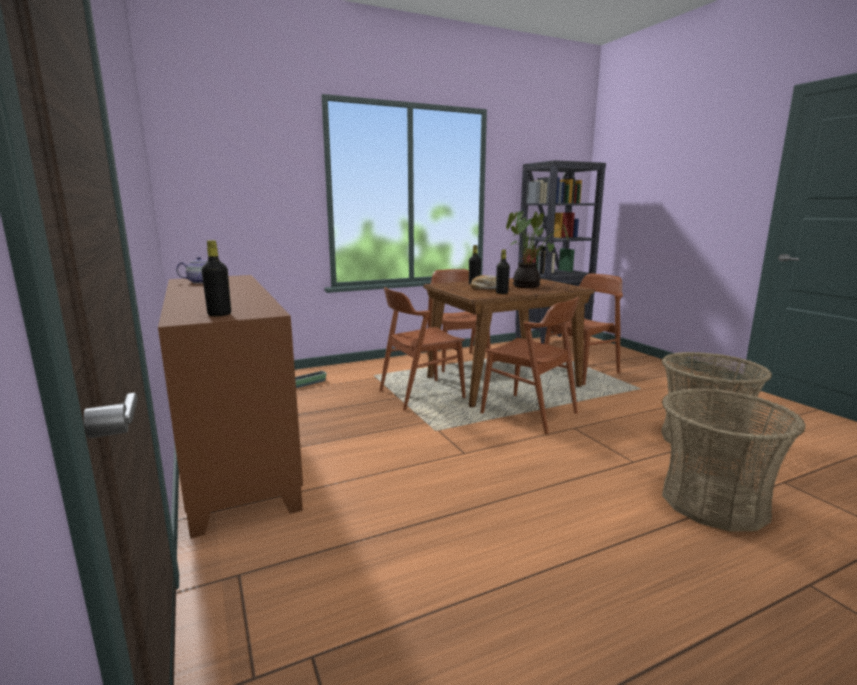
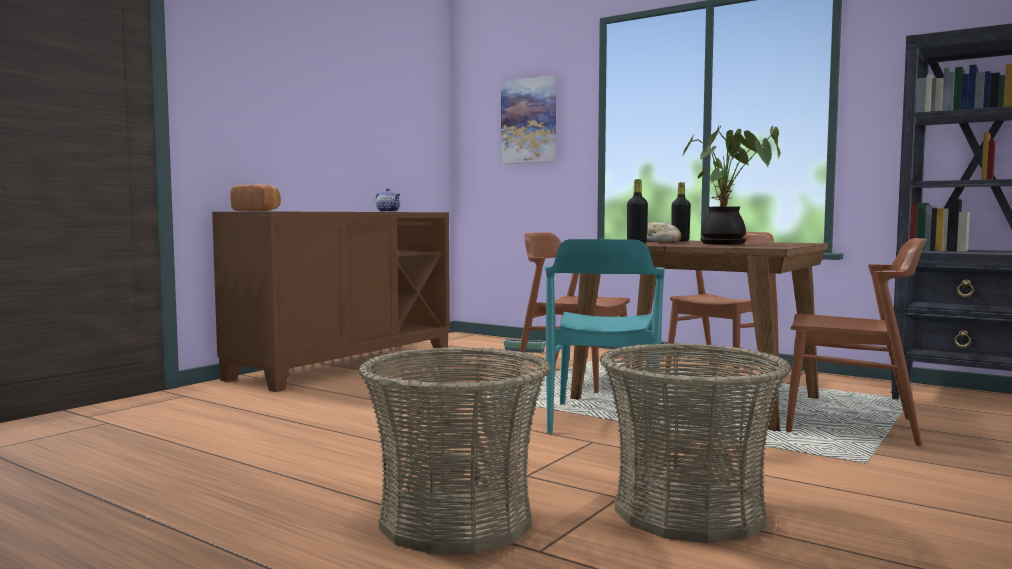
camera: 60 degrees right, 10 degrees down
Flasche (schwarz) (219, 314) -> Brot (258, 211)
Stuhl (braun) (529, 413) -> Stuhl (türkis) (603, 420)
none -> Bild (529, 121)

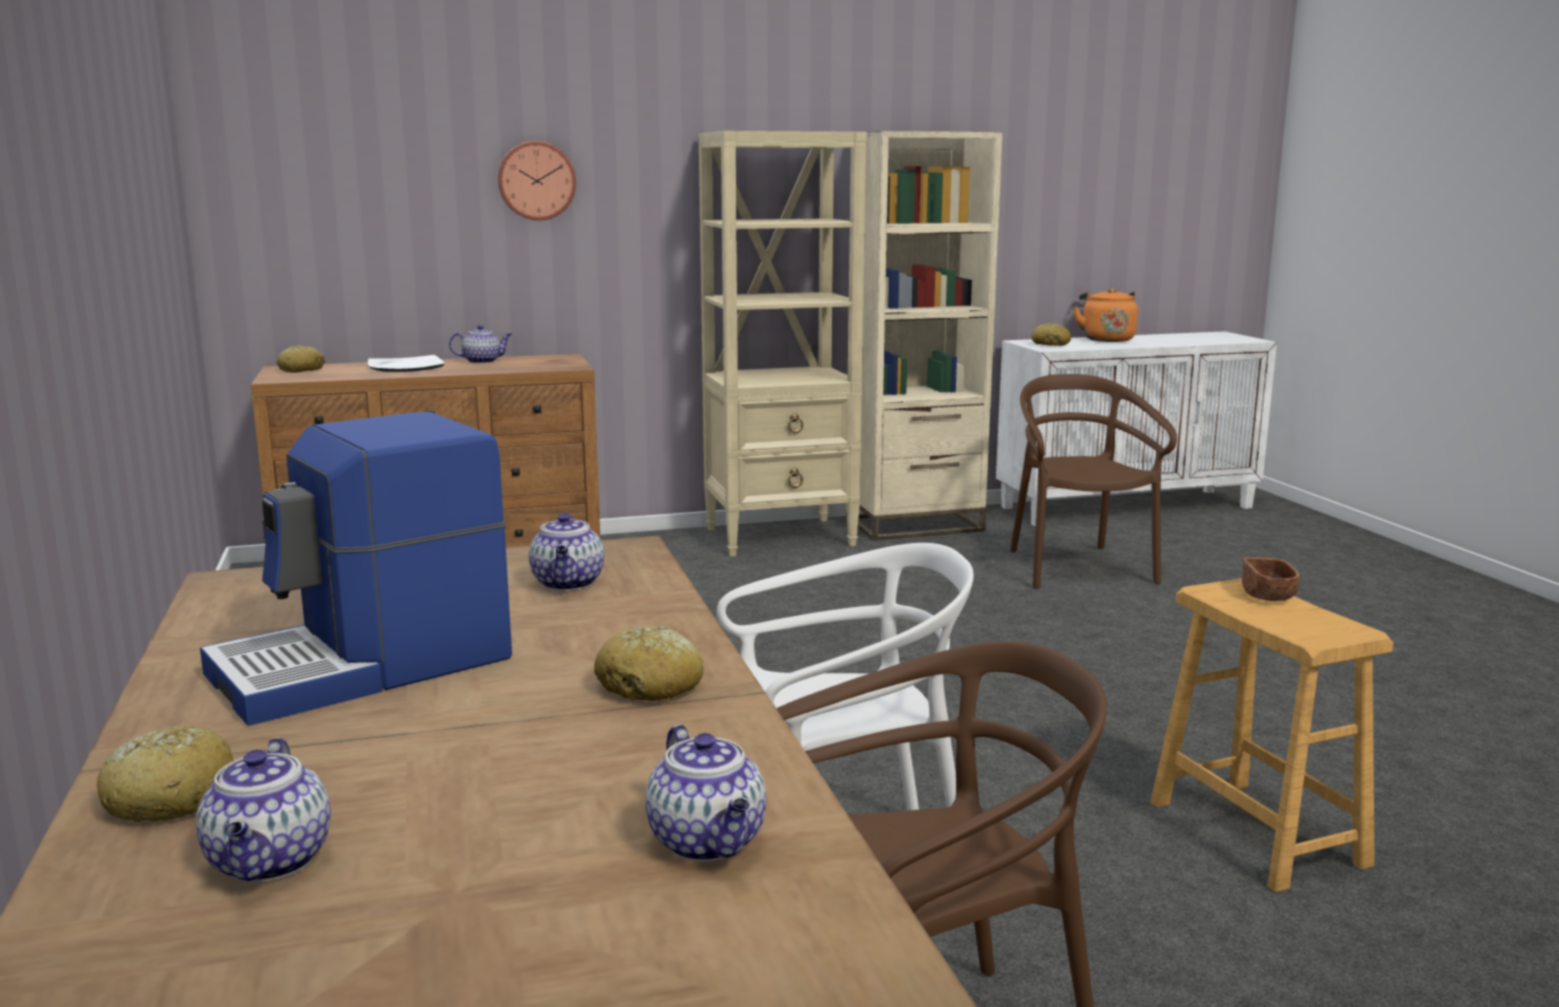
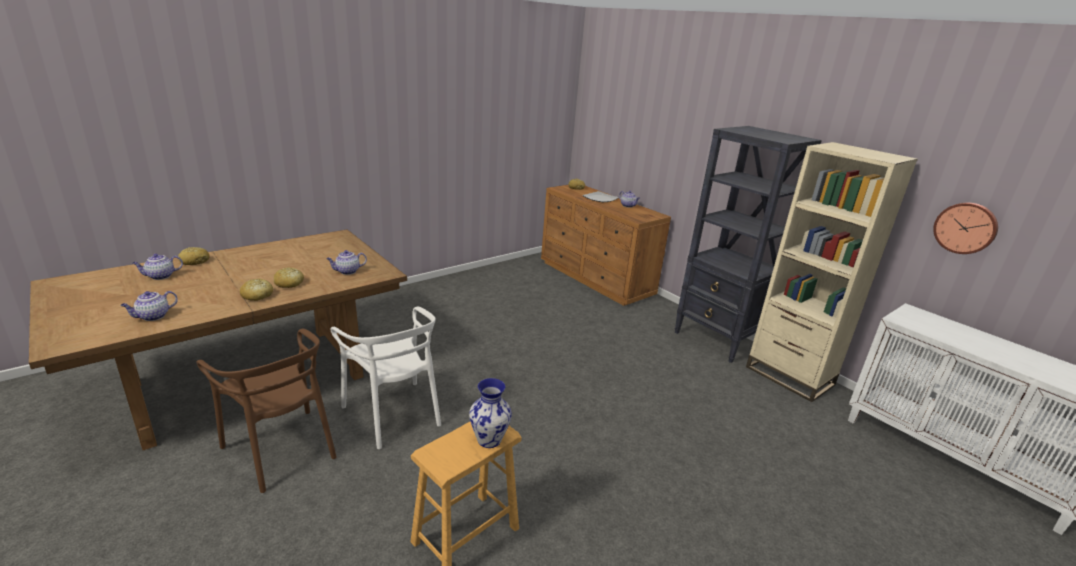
camera: 65 degrees right, 10 degrees up
Kaffeemaschine (365, 667) -> none
Wanduhr (536, 180) -> Wanduhr (965, 228), moved
Bücherregal (beige) (781, 537) -> Bücherregal (schwarz) (717, 340)
Stuhl (braun) (1077, 568) -> none
Brot (1051, 344) -> Brot (289, 283), moved
Wasserkessel (orange) (1106, 339) -> none
Schüssel (braun) (1267, 595) -> Vase (489, 439)

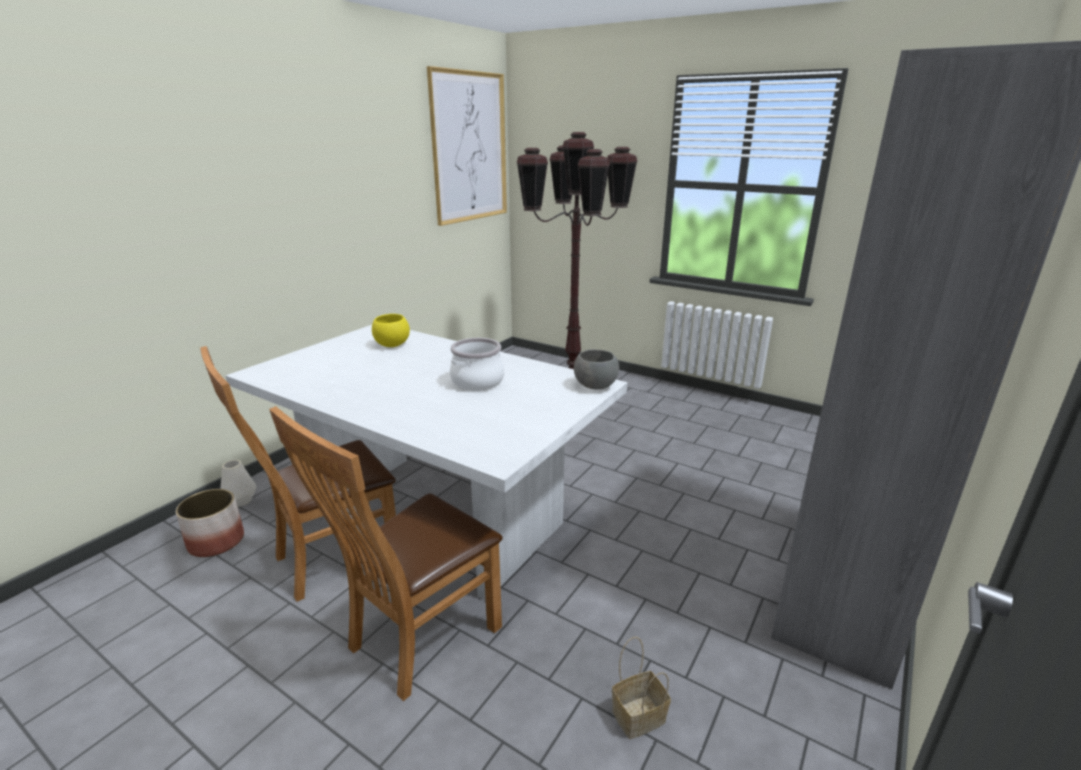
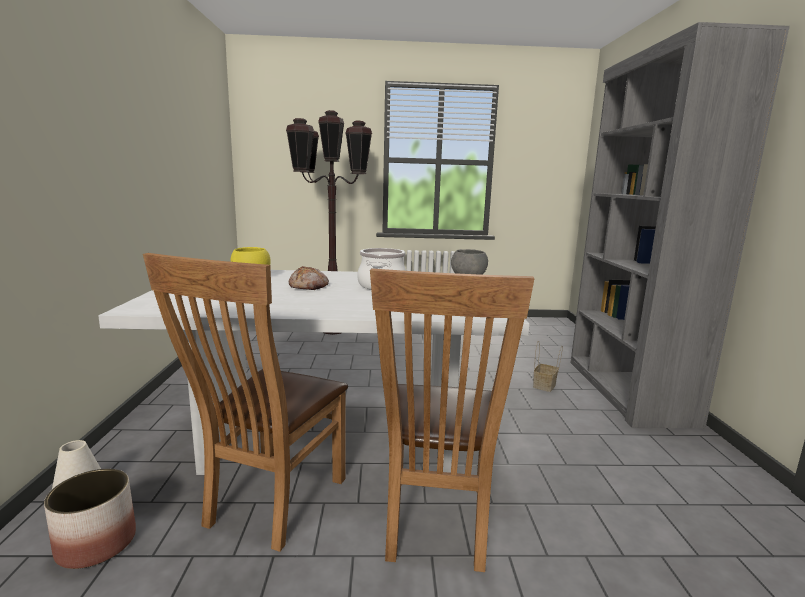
camera: 35 degrees left, 10 degrees down
Bild (469, 148) -> none
Korb (637, 718) -> Korb (544, 386), moved
none -> Brot (309, 286)

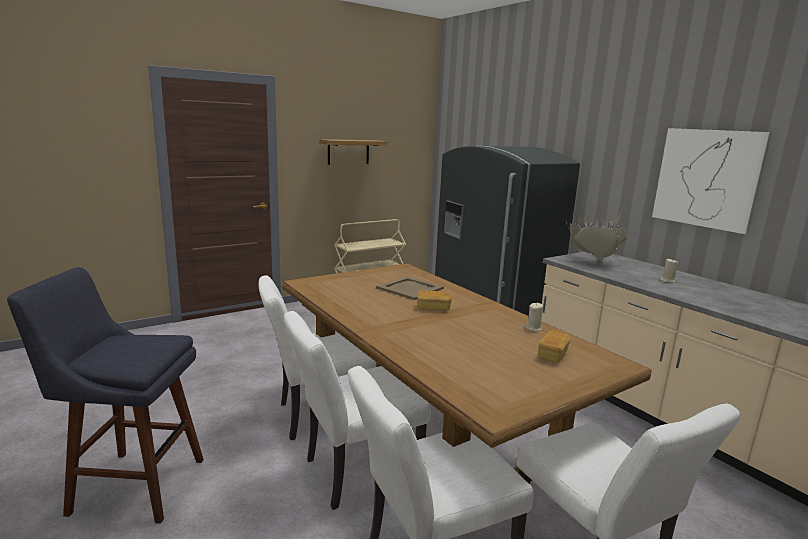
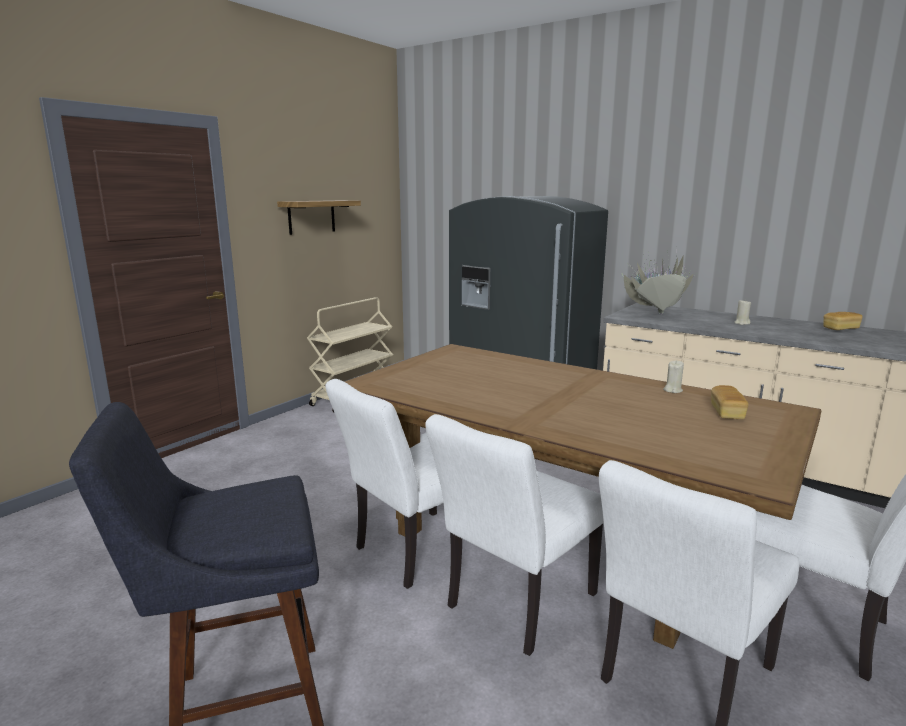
camera: 20 degrees left, 0 degrees up
Tablett (beige) (409, 288) -> none
Brot (433, 308) -> Brot (840, 328), moved
Bild (707, 178) -> none

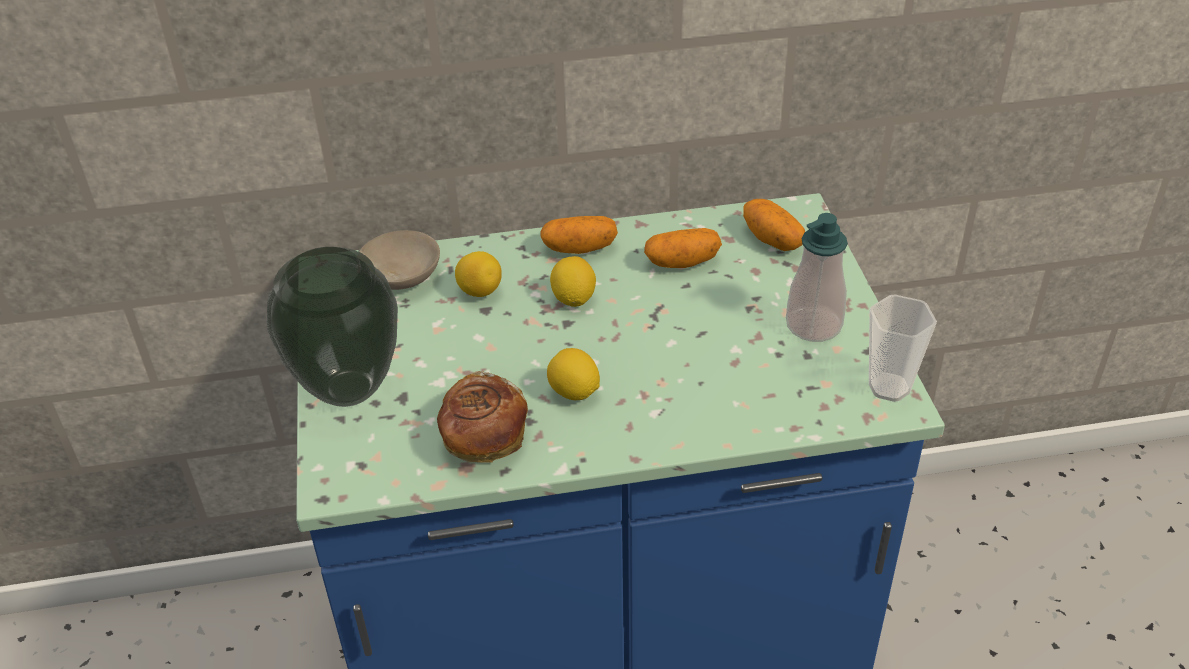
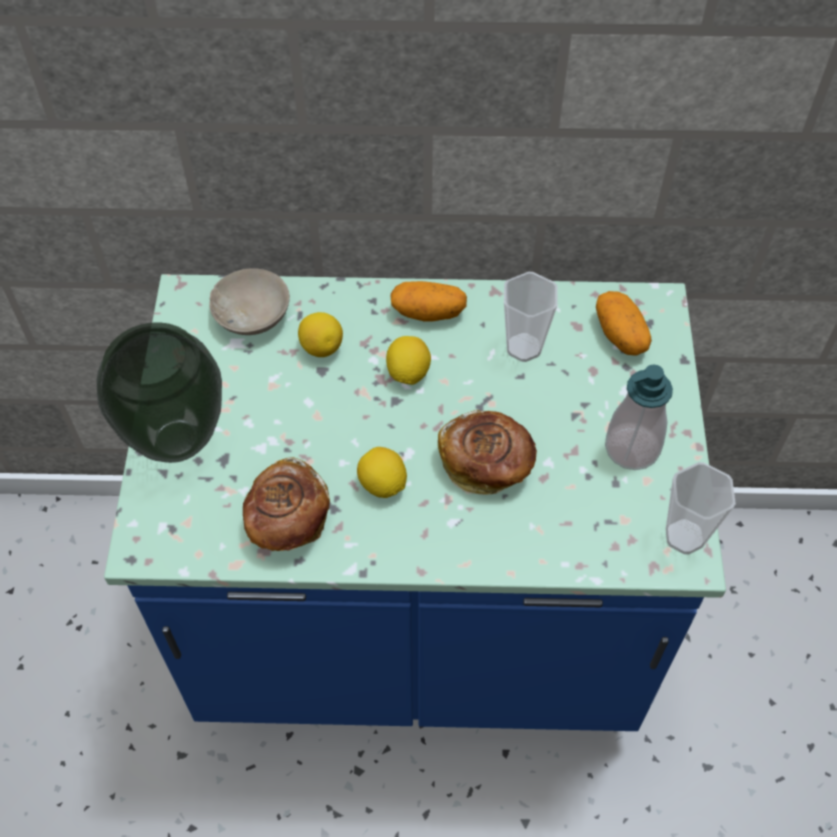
camera: 10 degrees right, 15 degrees up
Kartoffel (682, 262) -> Tasse (523, 347)
none -> Brot (486, 465)

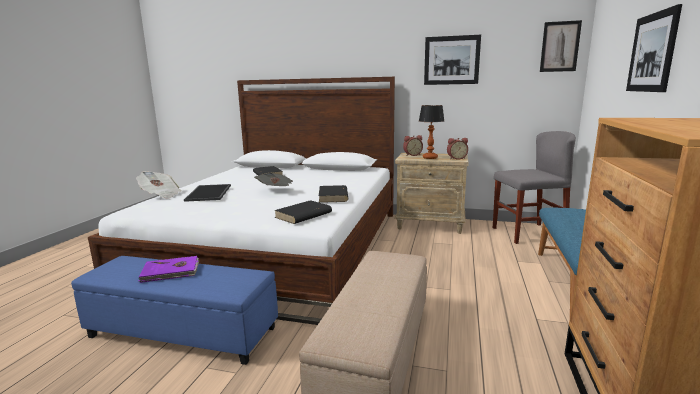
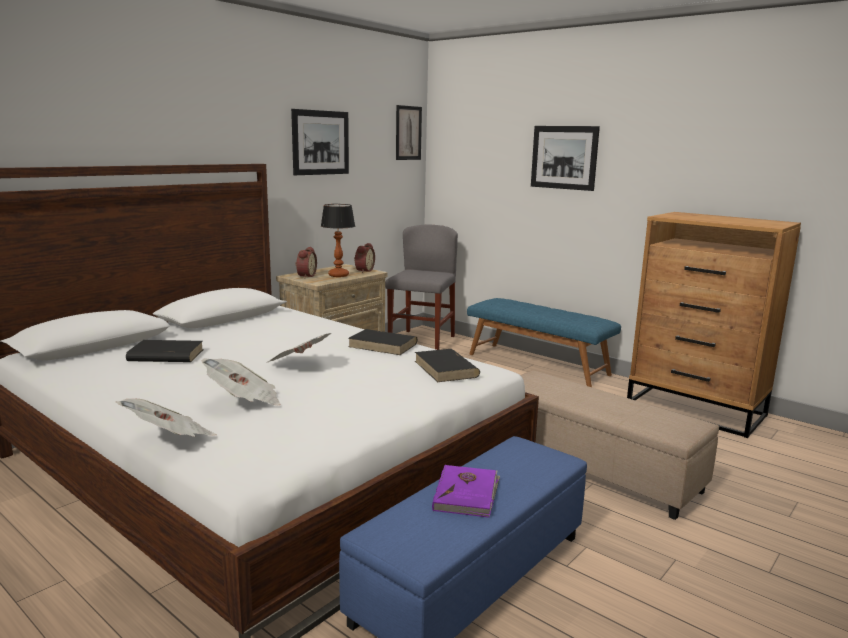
camera: 65 degrees left, 0 degrees up
Tablett (209, 193) -> Zeitung (244, 400)

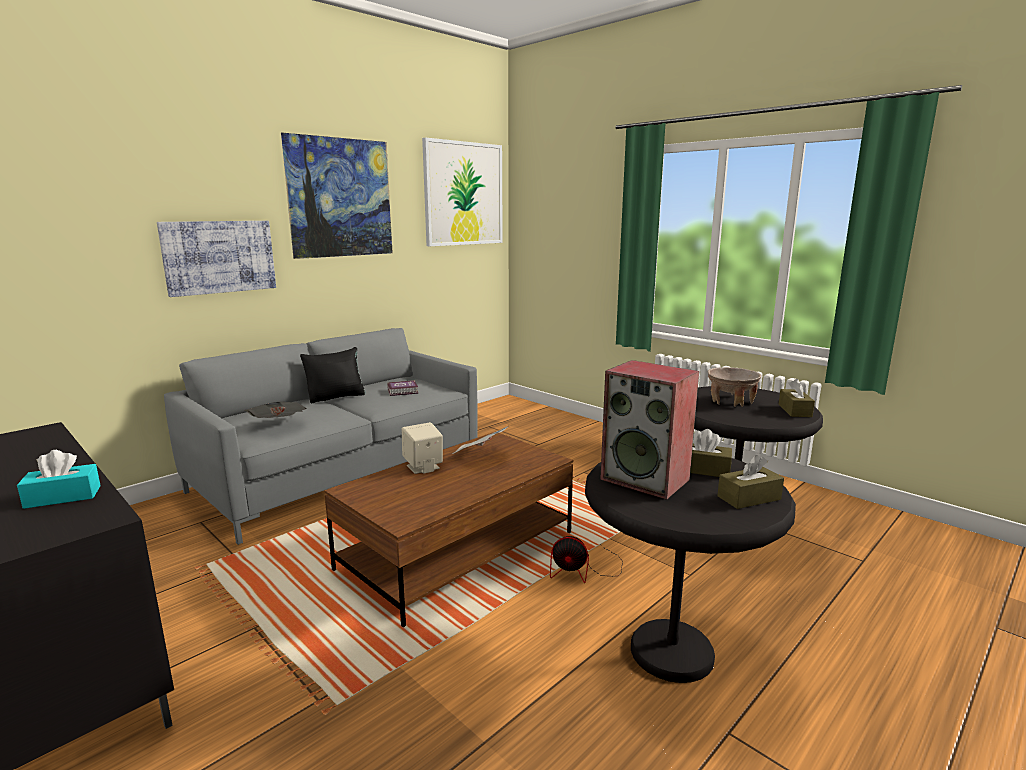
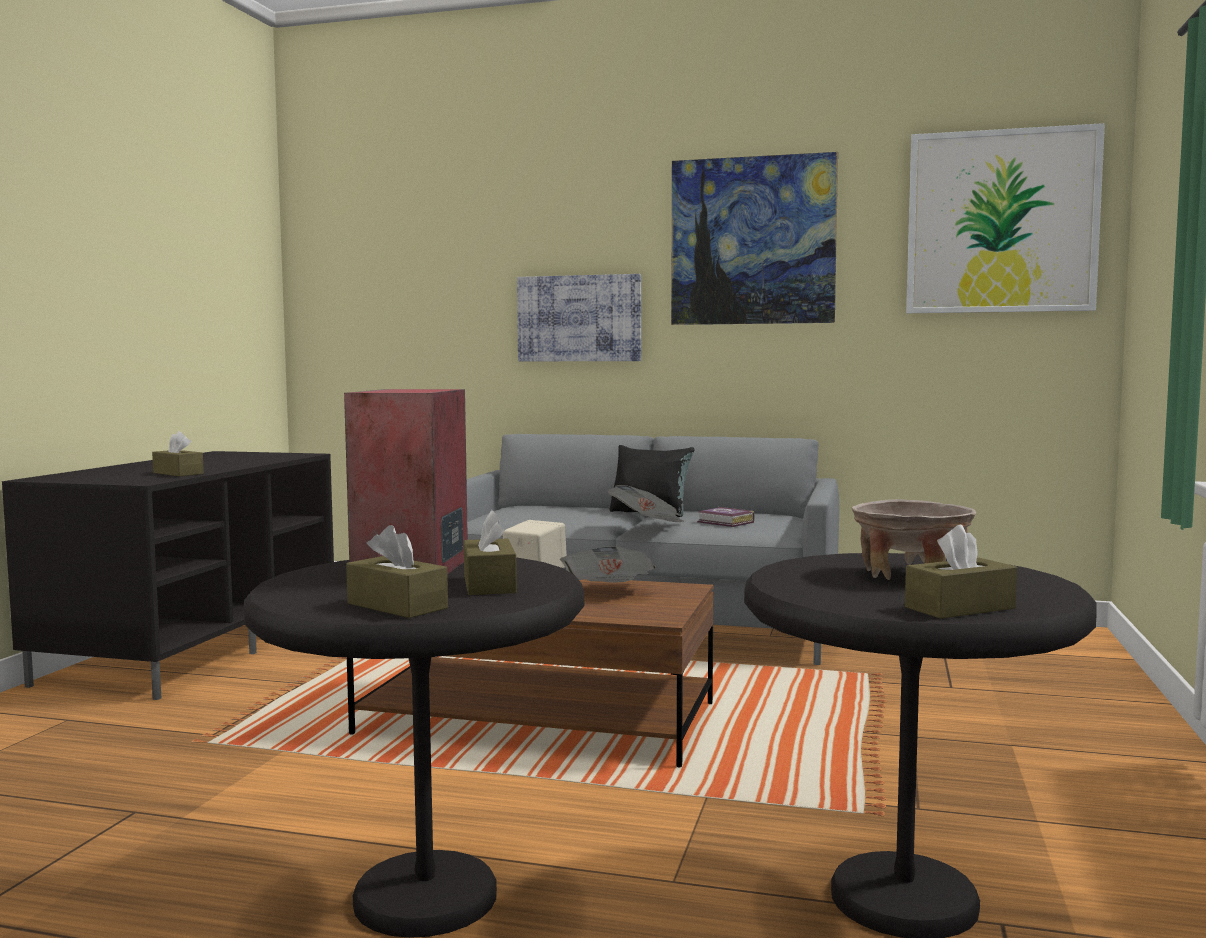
camera: 60 degrees right, 10 degrees down
Taschentuchbox (türkis) (63, 497) -> Taschentuchbox (braun) (178, 473)
Zeitung (278, 425) -> Zeitung (648, 526), moved
Ventilator (583, 569) -> none

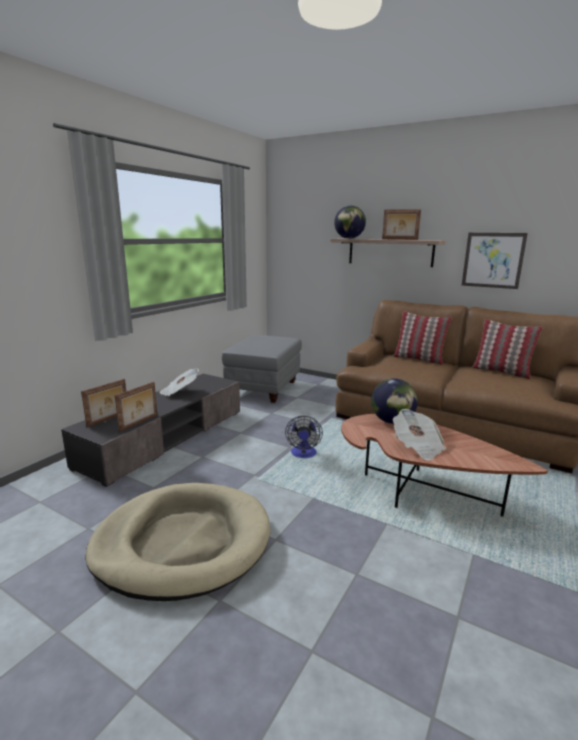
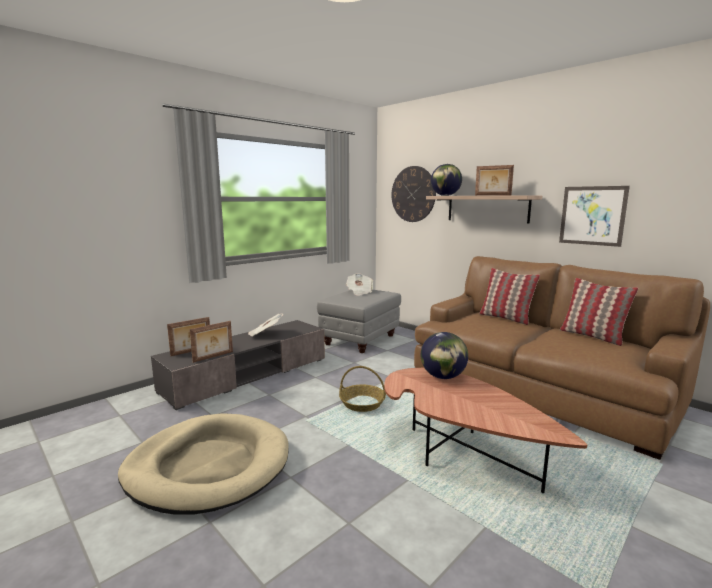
camera: 15 degrees right, 5 degrees down
Ventilator (303, 454) -> Korb (362, 403)
Zeitung (417, 447) -> Zeitung (359, 292), moved
none -> Wanduhr (413, 194)

